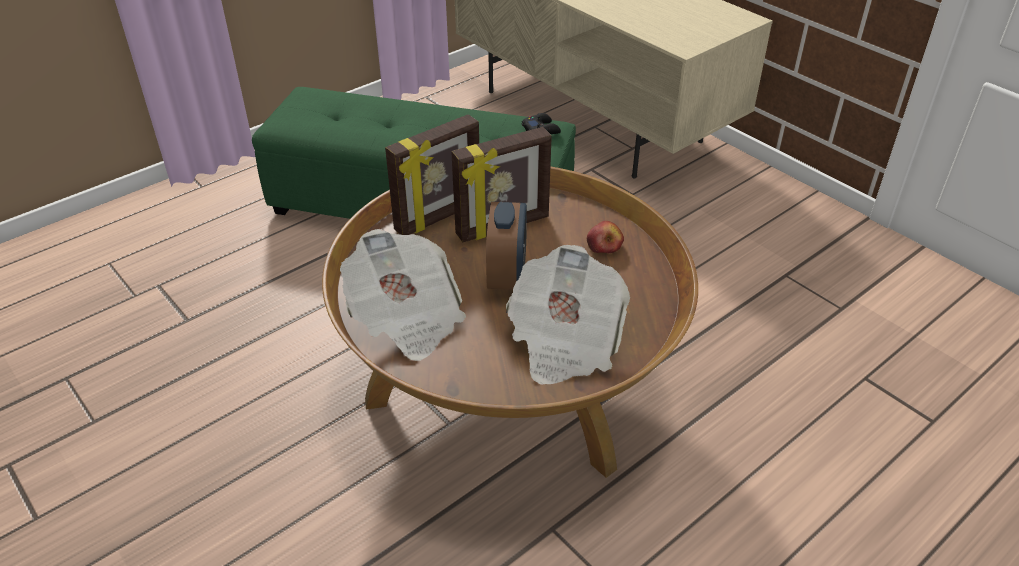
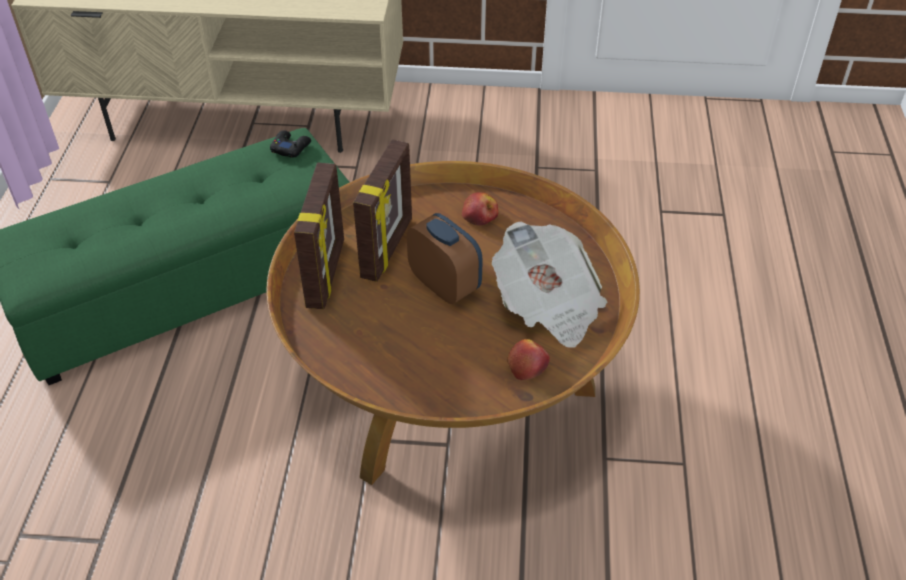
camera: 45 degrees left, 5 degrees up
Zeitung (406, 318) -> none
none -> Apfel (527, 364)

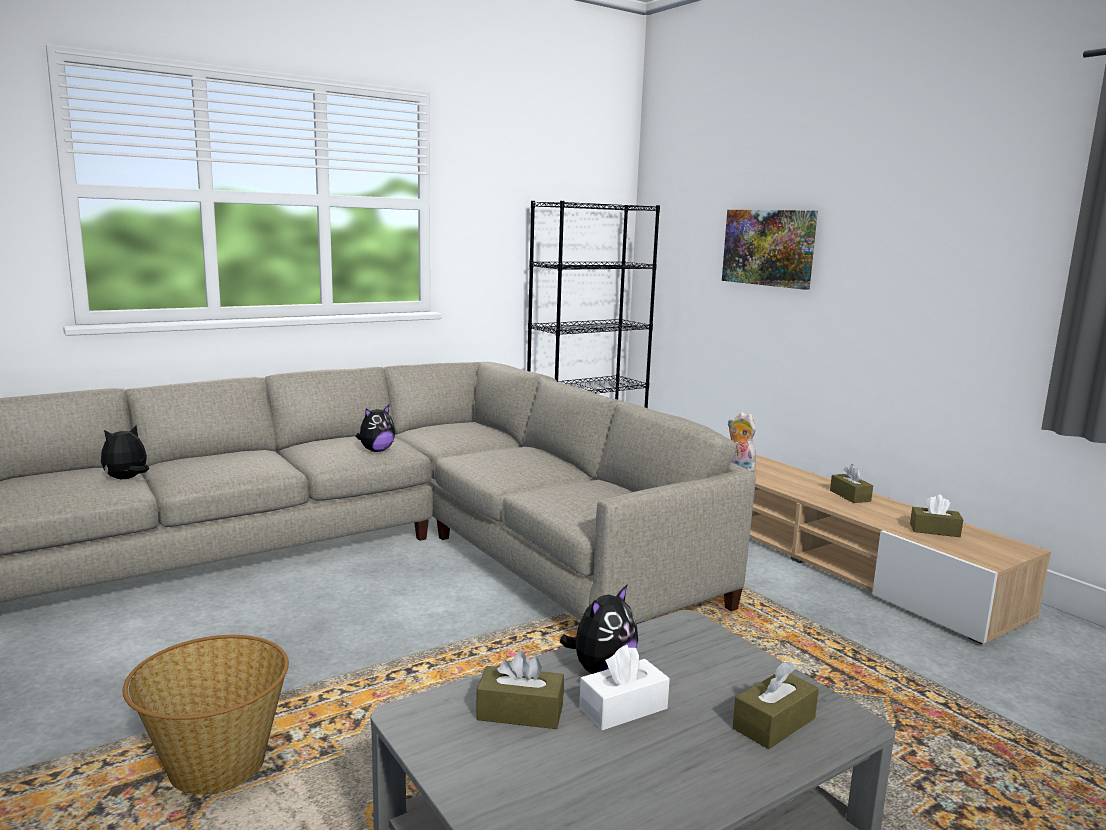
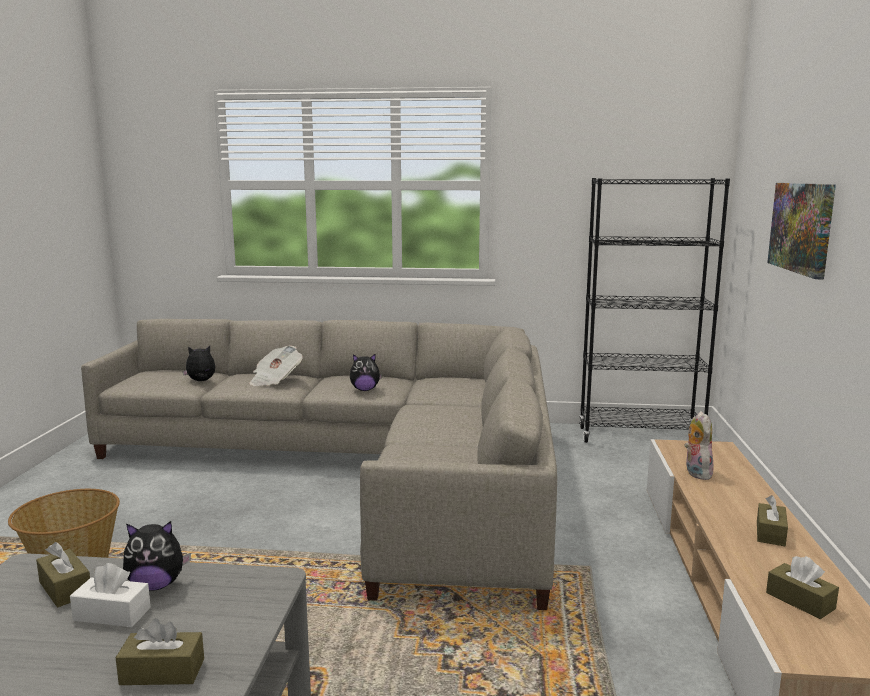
camera: 40 degrees right, 0 degrees up
none -> Zeitung (275, 380)

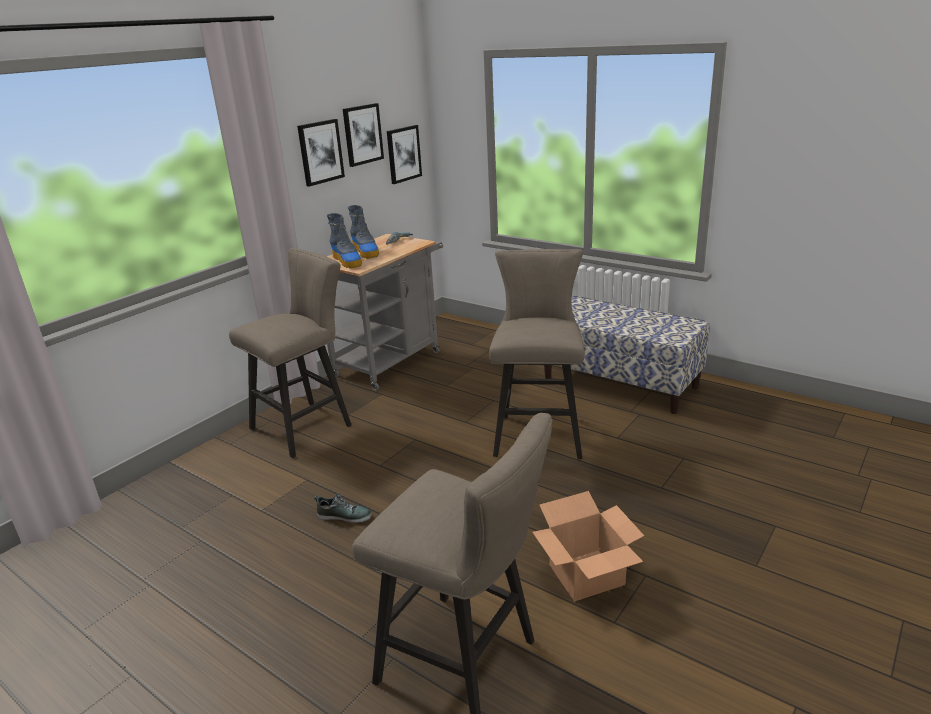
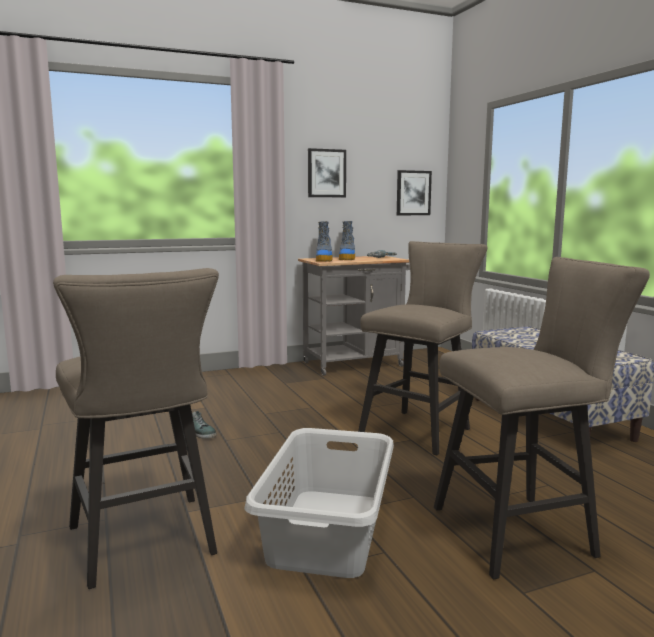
camera: 30 degrees right, 15 degrees down
Hocker (beige) (307, 425) -> Hocker (beige) (522, 531), moved
Bild (362, 134) -> none
Karton (587, 574) -> Wäschekorb (grau) (329, 530)

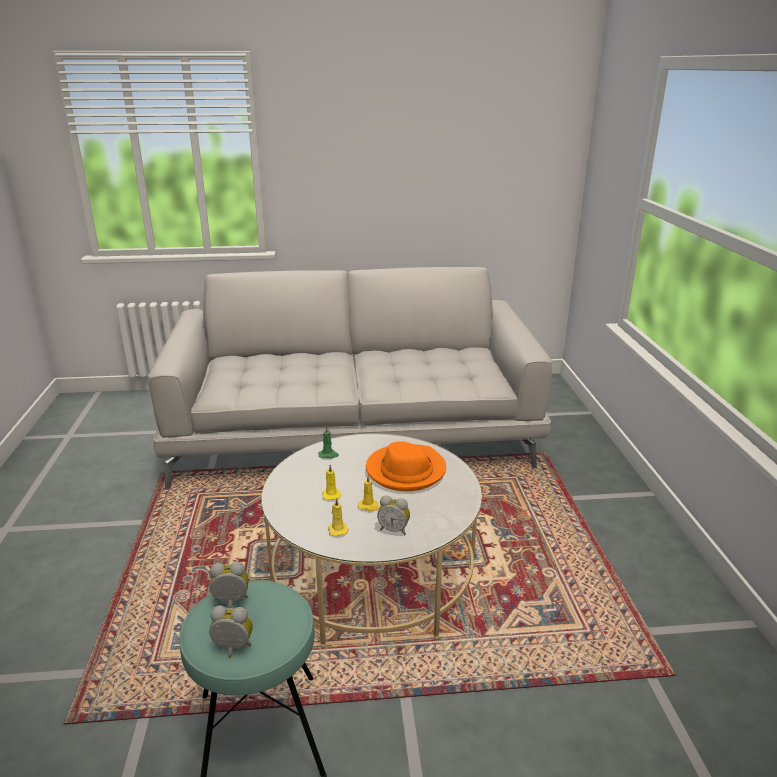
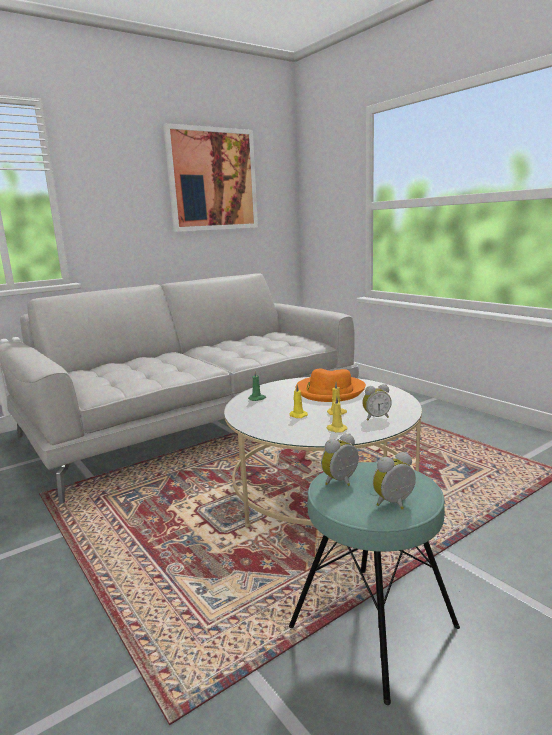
camera: 30 degrees left, 10 degrees down
none -> Bild (213, 179)

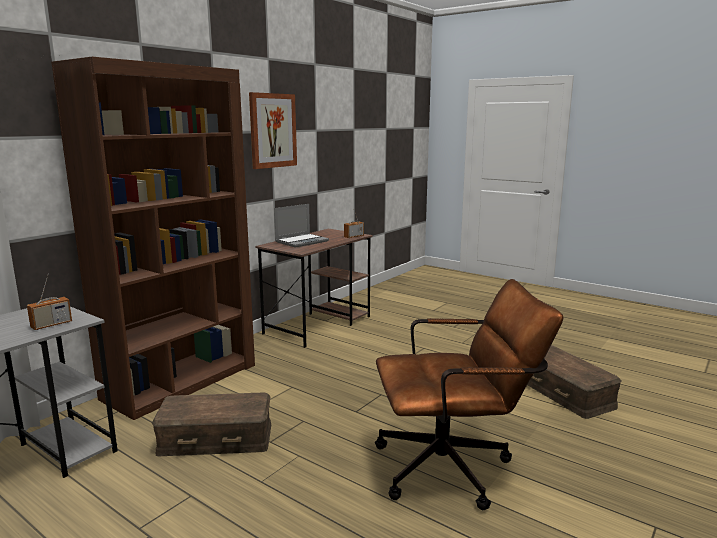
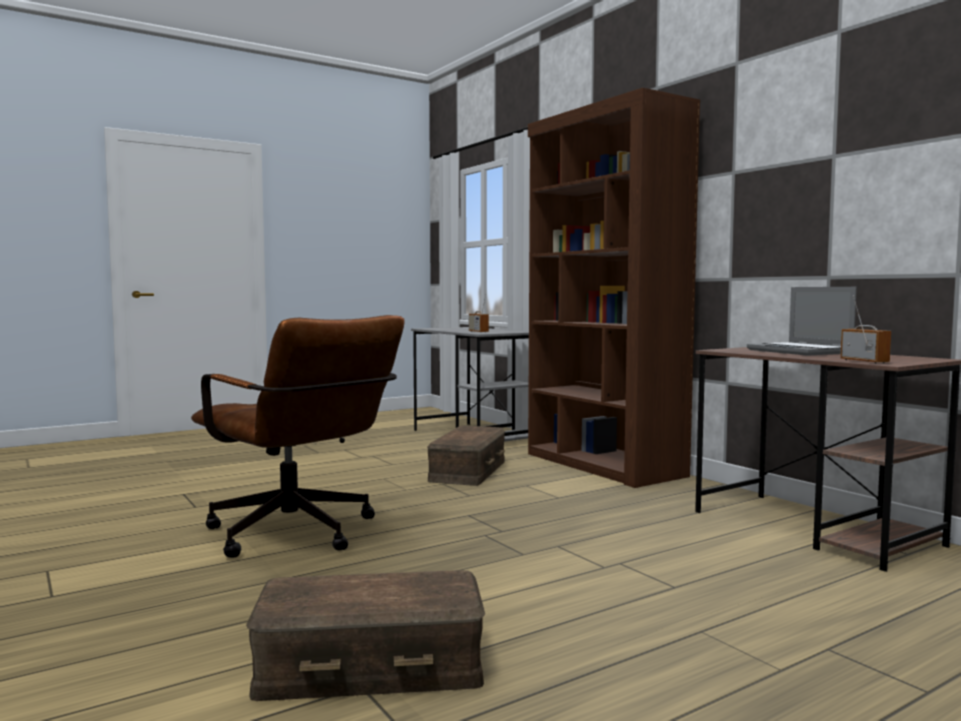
camera: 110 degrees right, 10 degrees down
Bild (272, 130) -> none
Bürostuhl (braun) (454, 467) -> Bürostuhl (braun) (299, 536), 60 degrees counterclockwise

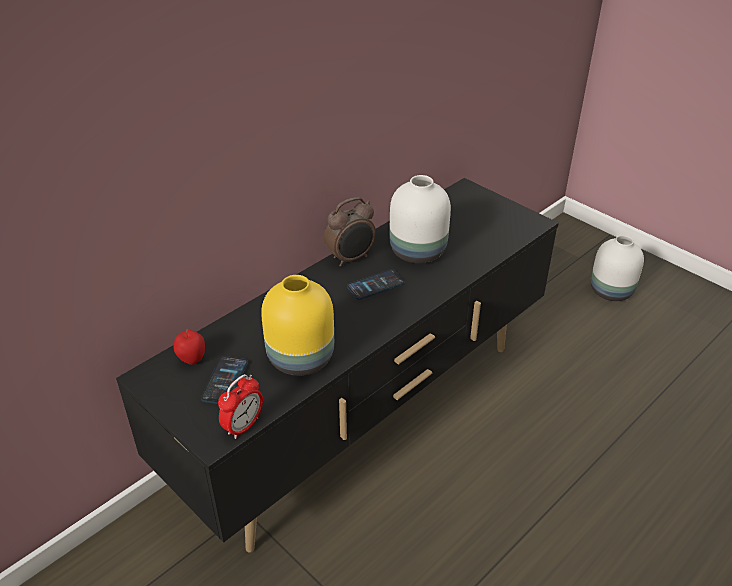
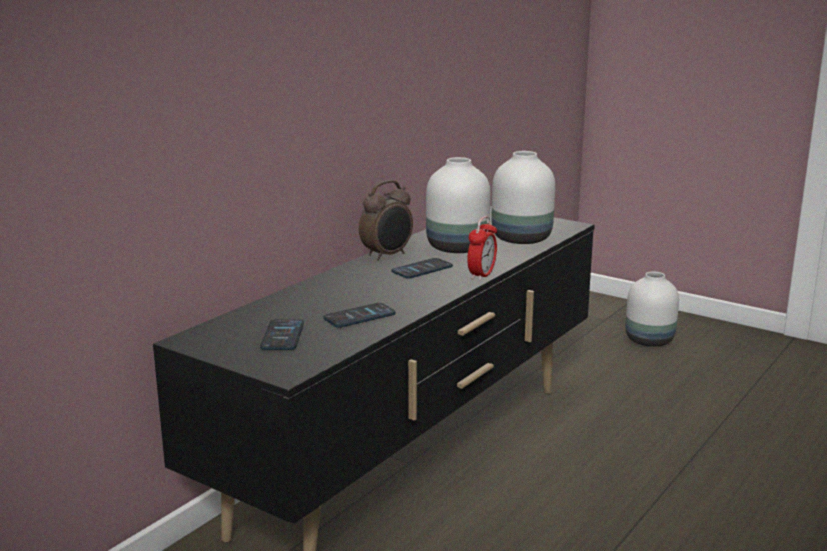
camera: 10 degrees left, 20 degrees down
Apfel (192, 360) -> none
Wecker (243, 426) -> Wecker (481, 275), moved
Vase (gelb) (299, 357) -> Handy (359, 316)
none -> Vase (weiß) (521, 239)

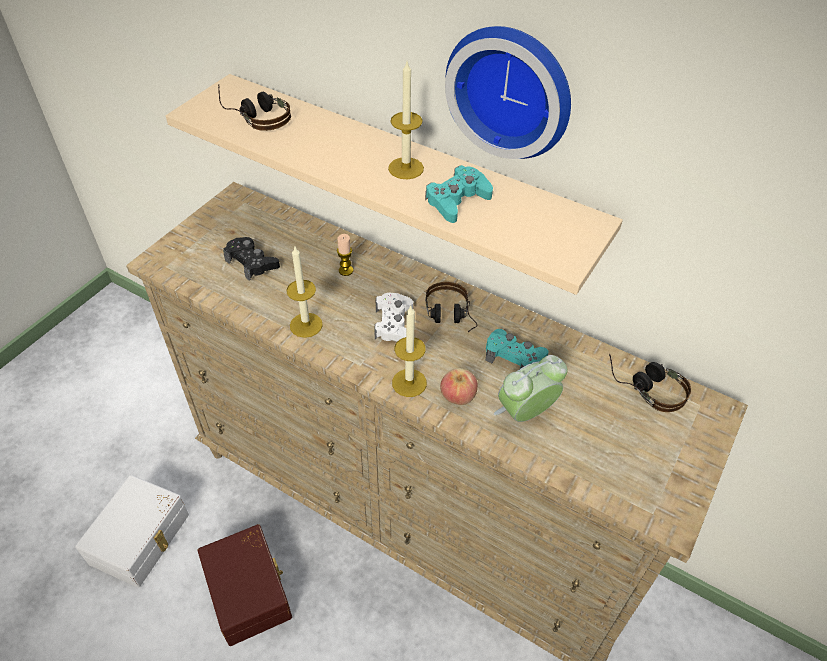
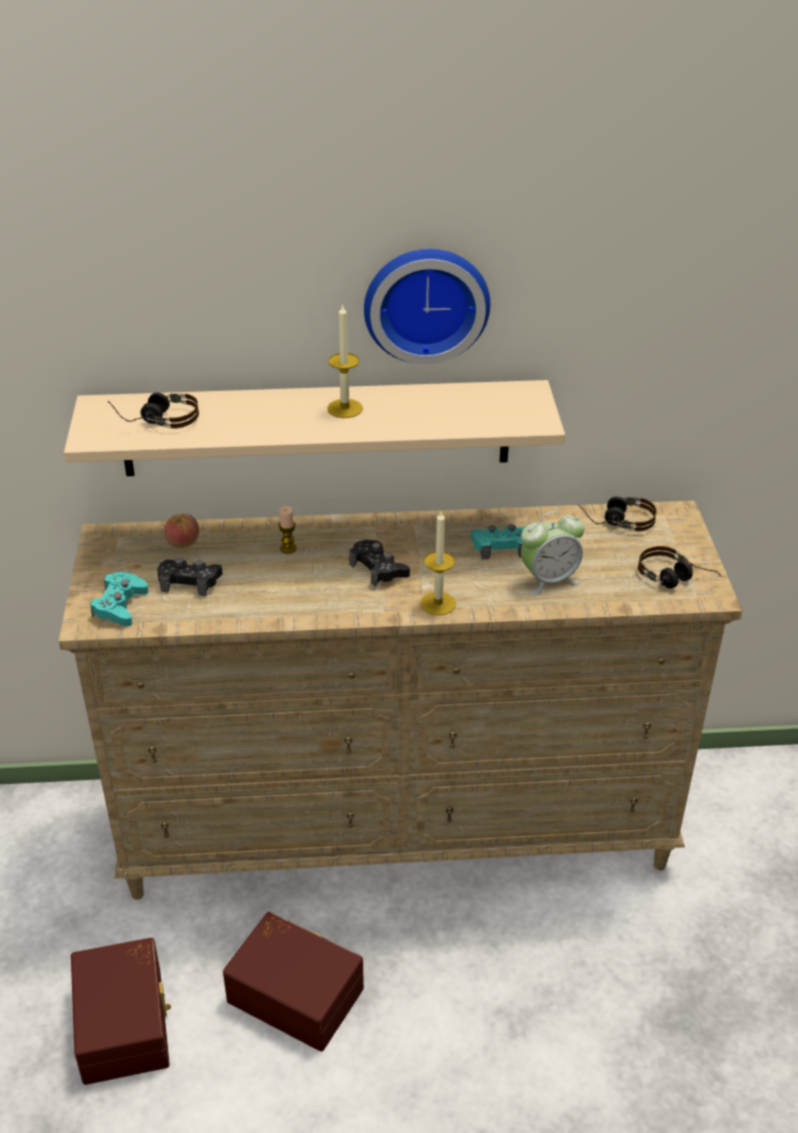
camera: 35 degrees left, 10 degrees down
Aufbewahrungsbox (weiß) (142, 539) -> Aufbewahrungsbox (braun) (126, 1023)
Kerze (306, 325) -> none
Gamepad (weiß) (394, 324) -> Gamepad (schwarz) (378, 569)
Gamepad (türkis) (457, 200) -> Gamepad (türkis) (120, 606), moved
Kopfhörer (450, 318) -> Kopfhörer (676, 580), moved
Apfel (457, 396) -> Apfel (183, 543), moved
Wecker (525, 413) -> Wecker (549, 580), 135 degrees counterclockwise

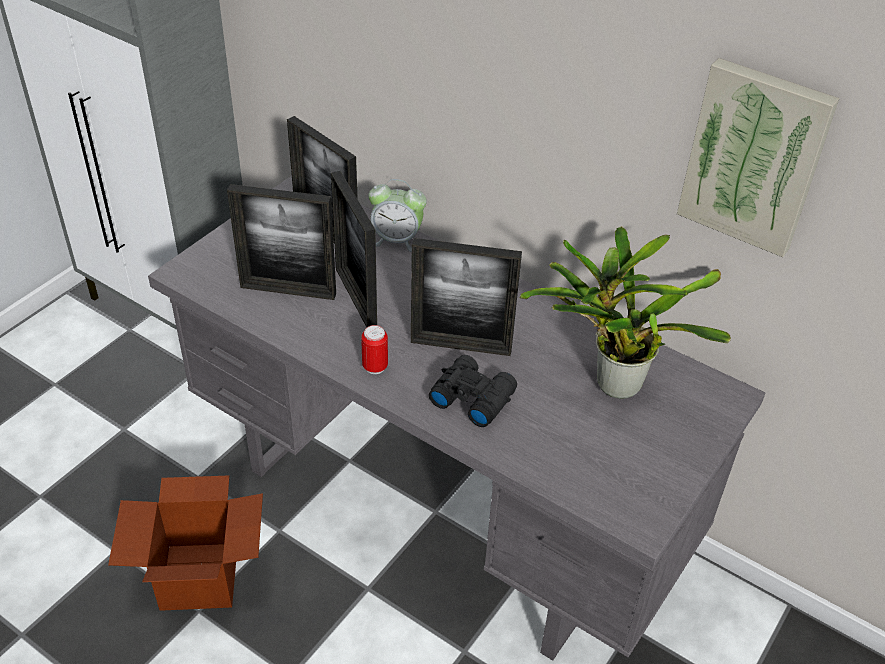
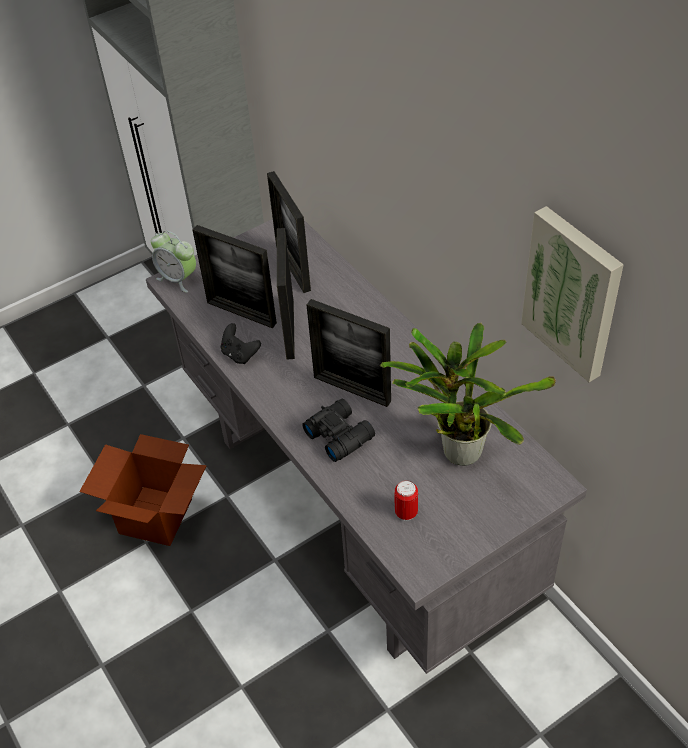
camera: 25 degrees right, 5 degrees up
Dose (375, 367) -> Dose (406, 513), moved
Wecker (397, 240) -> Wecker (178, 279), moved
none -> Gamepad (schwarz) (240, 354)

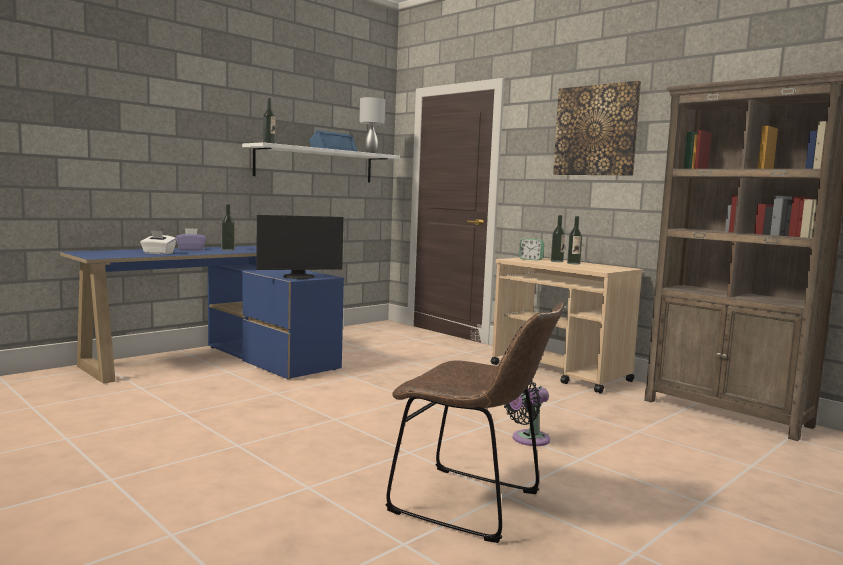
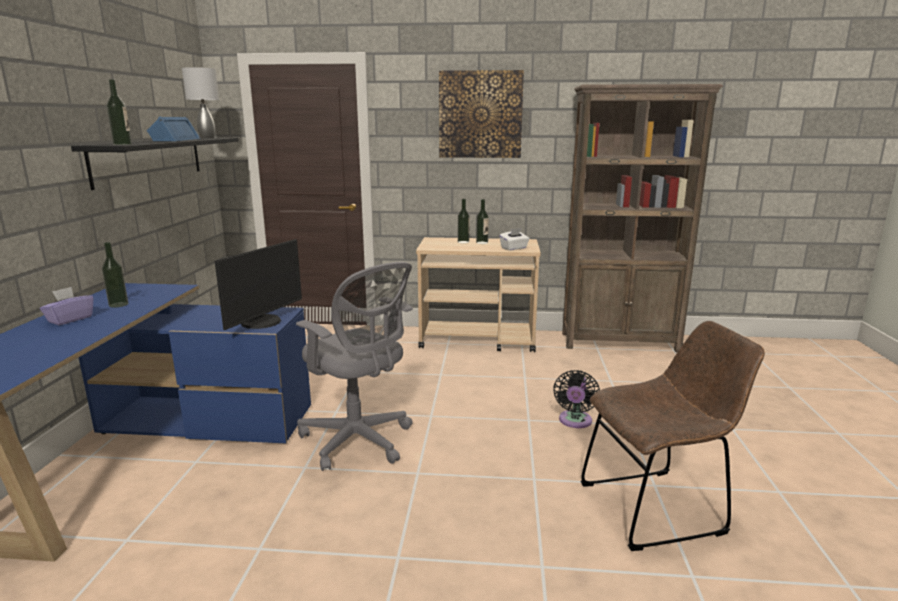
camera: 40 degrees left, 10 degrees up
Taschentuchbox (weiß) (158, 253) -> Taschentuchbox (weiß) (514, 248), moved
Wandregal (weiß) (315, 164) -> Wandregal (schwarz) (150, 160)
Wecker (531, 259) -> none
none -> Bürostuhl (grau) (359, 441)

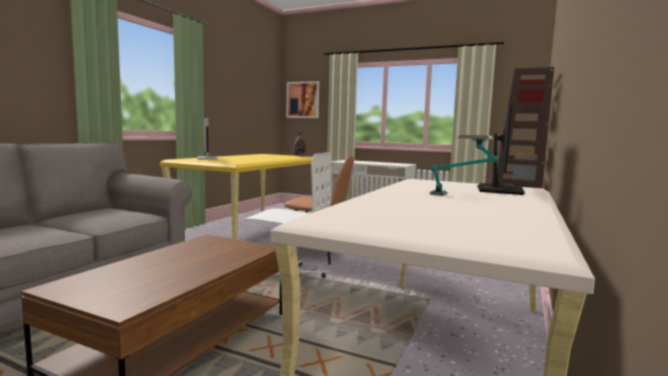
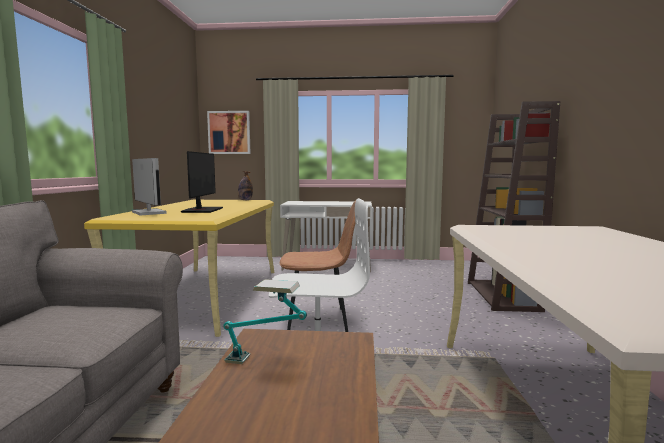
camera: 20 degrees left, 0 degrees up
Tischlampe (460, 197) -> Tischlampe (265, 362), moved
Monitor (499, 189) -> Monitor (202, 210), moved

